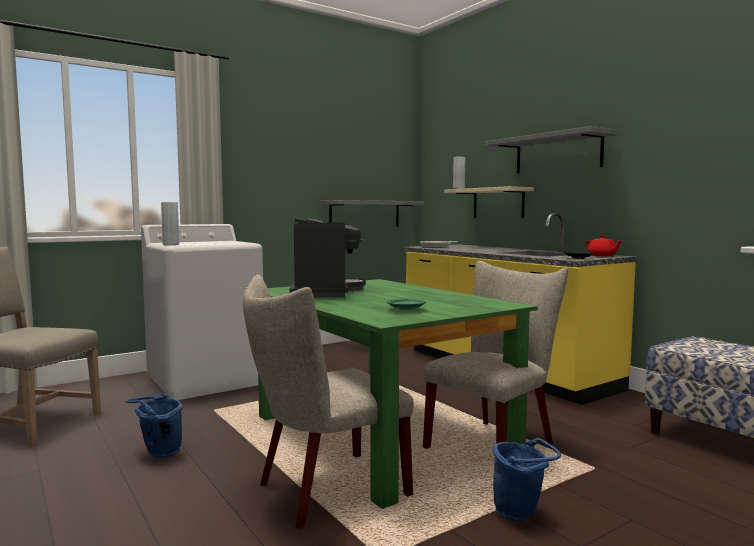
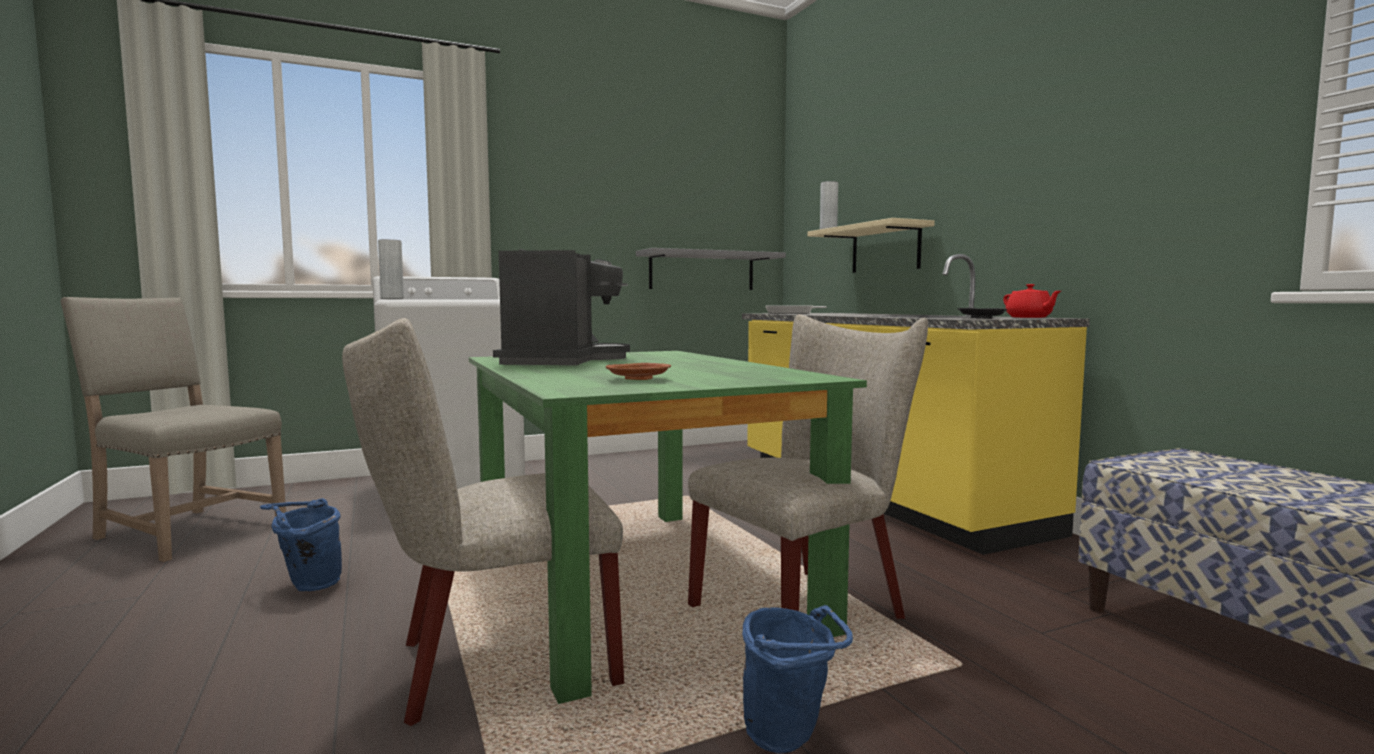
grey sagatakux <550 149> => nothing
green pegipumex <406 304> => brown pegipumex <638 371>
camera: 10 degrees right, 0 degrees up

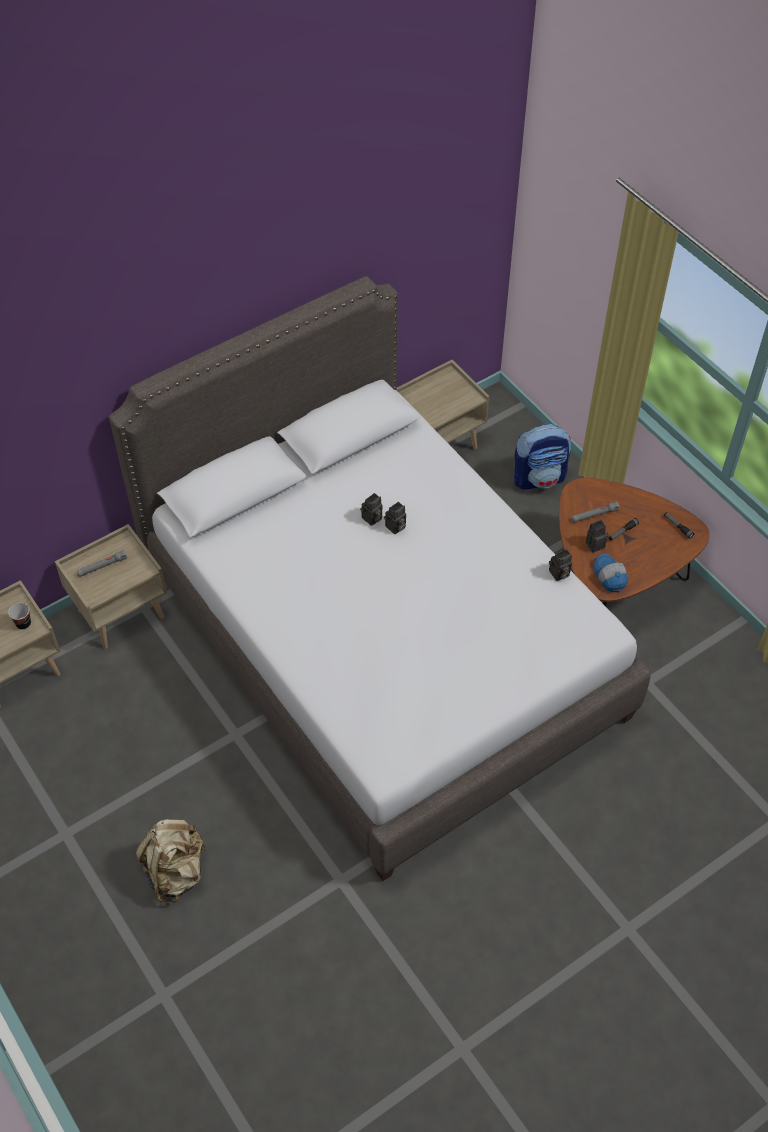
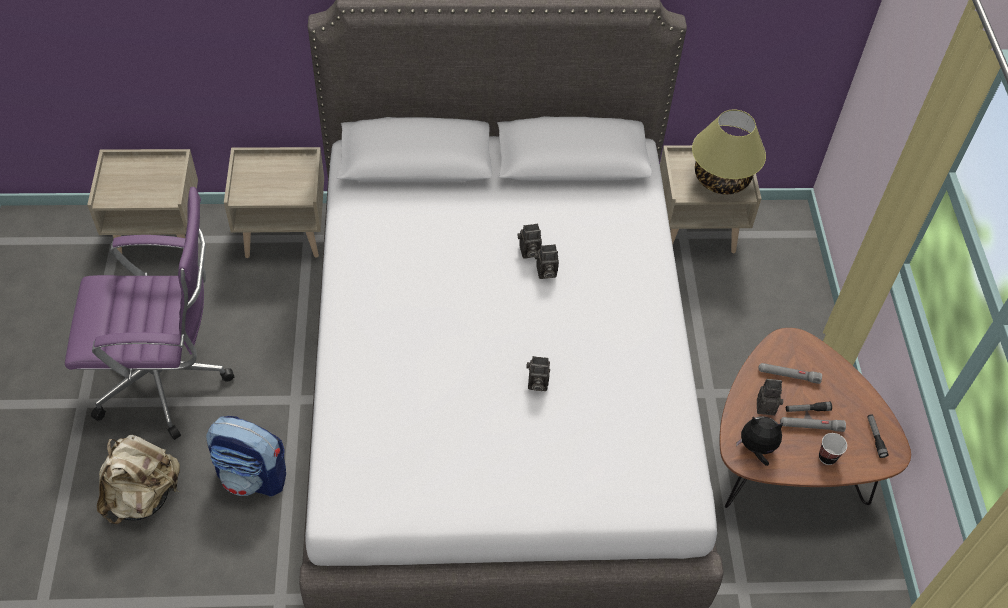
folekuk <542 457> => folekuk <246 456>, moved
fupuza <560 565> => fupuza <538 374>, moved
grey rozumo <101 563> => grey rozumo <813 424>, moved
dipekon <610 573> => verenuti <759 441>
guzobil <19 616> => guzobil <833 449>, moved
nothing => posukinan <729 151>
nothing => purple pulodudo <149 313>
camera: 30 degrees right, 0 degrees up

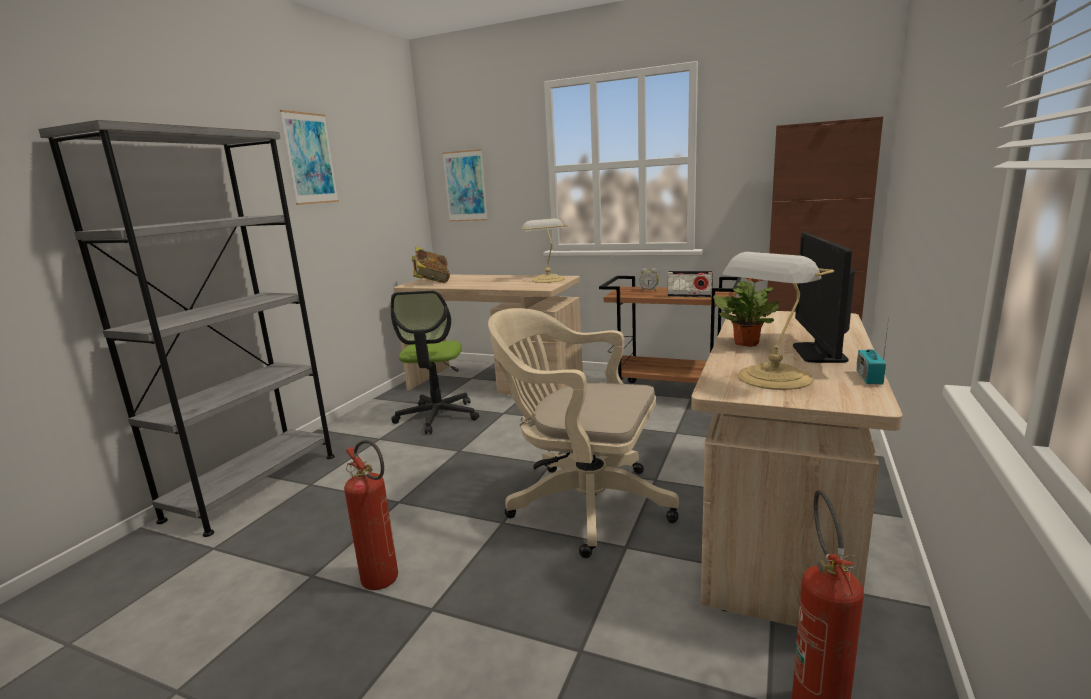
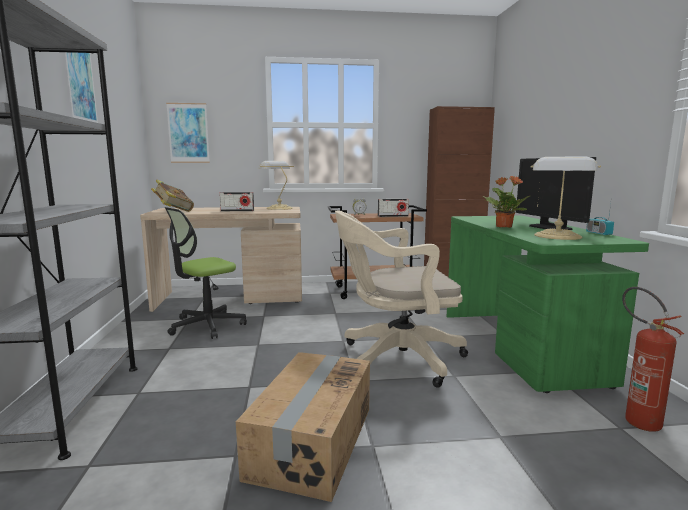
pulodudo <435 362> => pulodudo <206 273>, 75 degrees clockwise
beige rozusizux <796 469> => green rozusizux <548 304>
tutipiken <371 515> => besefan <303 427>
nothing => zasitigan <236 201>
camera: 30 degrees left, 5 degrees down

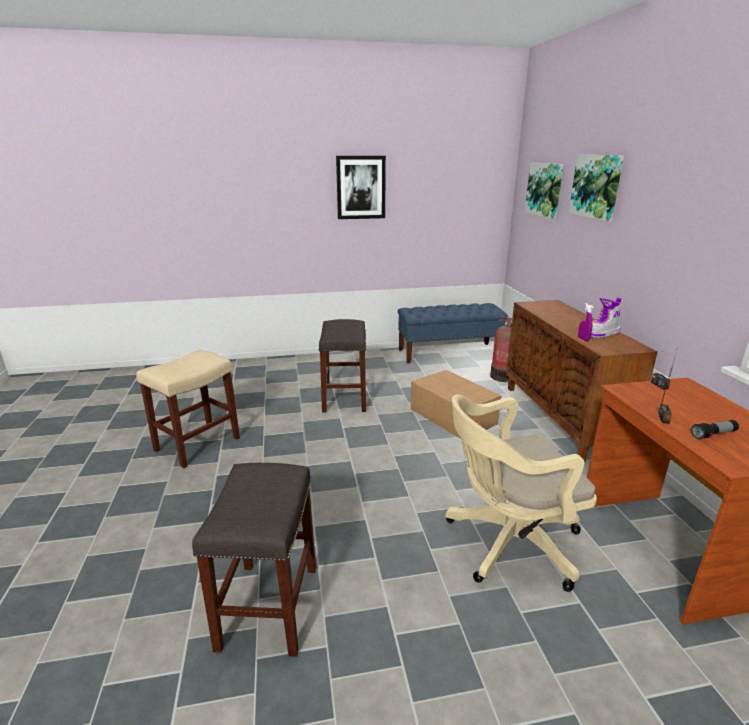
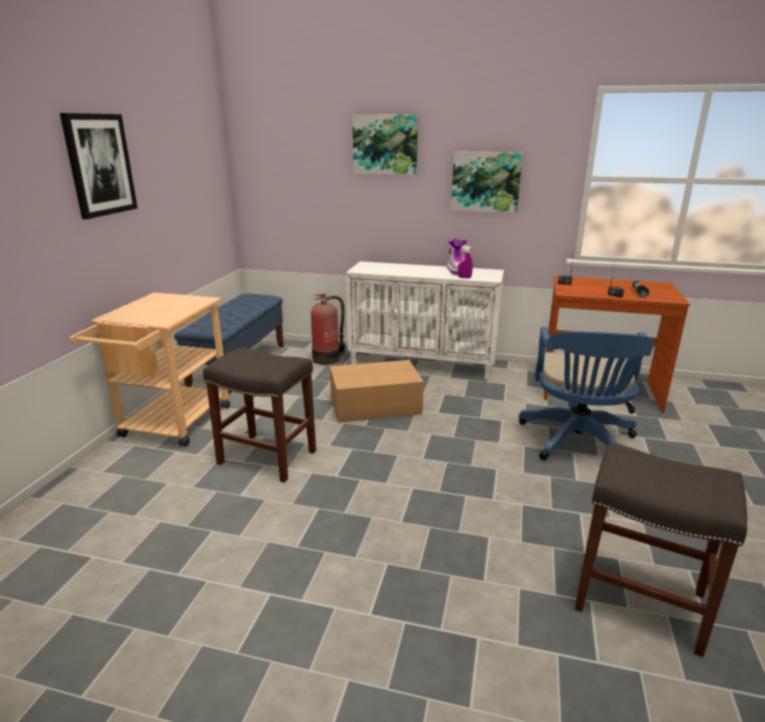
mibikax <544 191> => mibikax <487 182>, moved
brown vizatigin <581 381> => white vizatigin <425 320>
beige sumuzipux <188 409> => nothing
beige pulodudo <521 493> => blue pulodudo <587 393>
nothing => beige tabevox <150 370>
camera: 65 degrees left, 0 degrees up

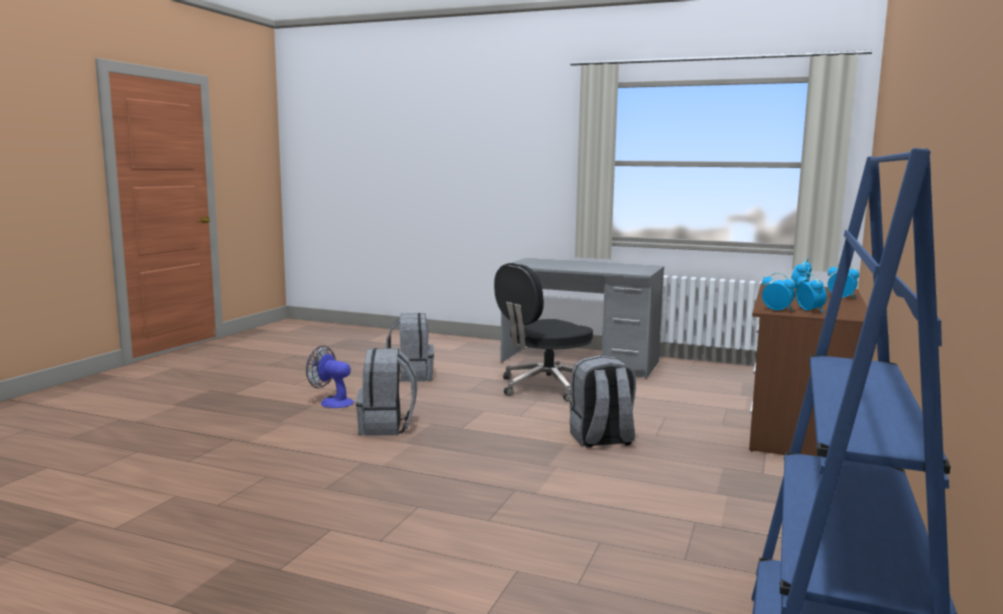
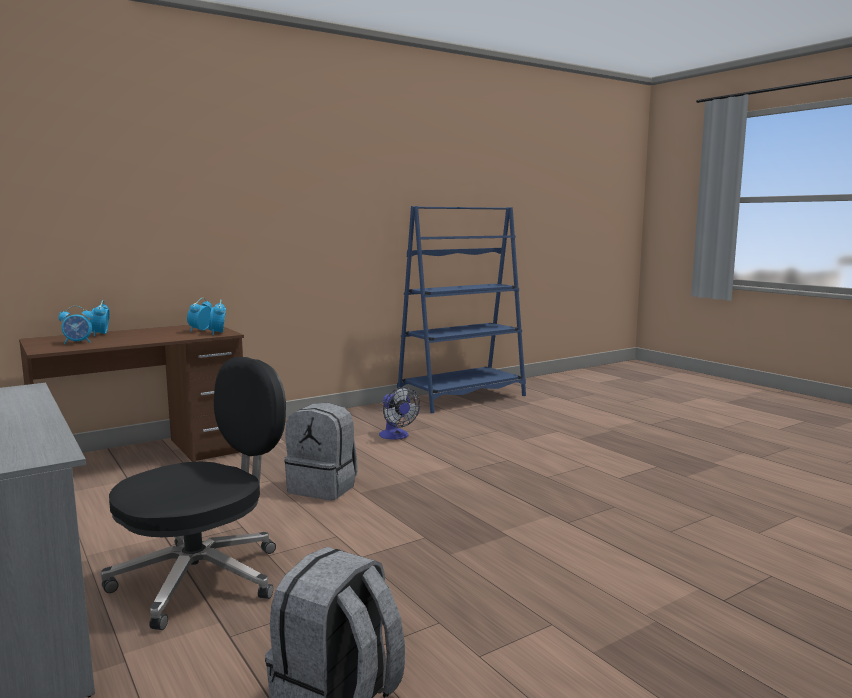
black pulodudo <543 332> => black pulodudo <193 493>, 45 degrees counterclockwise
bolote <330 377> => bolote <399 413>, moved
grey folekuk <387 392> => nothing
camera: 145 degrees left, 0 degrees up

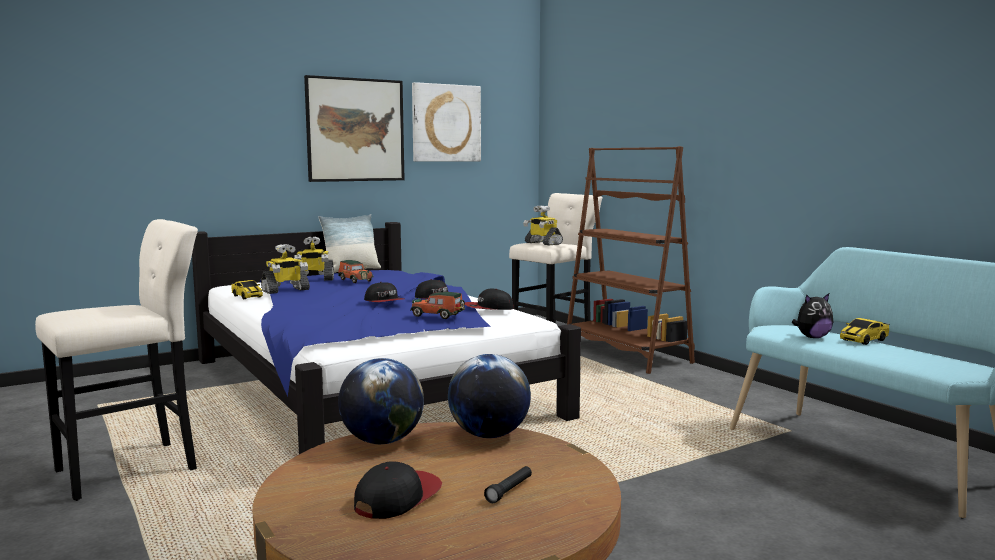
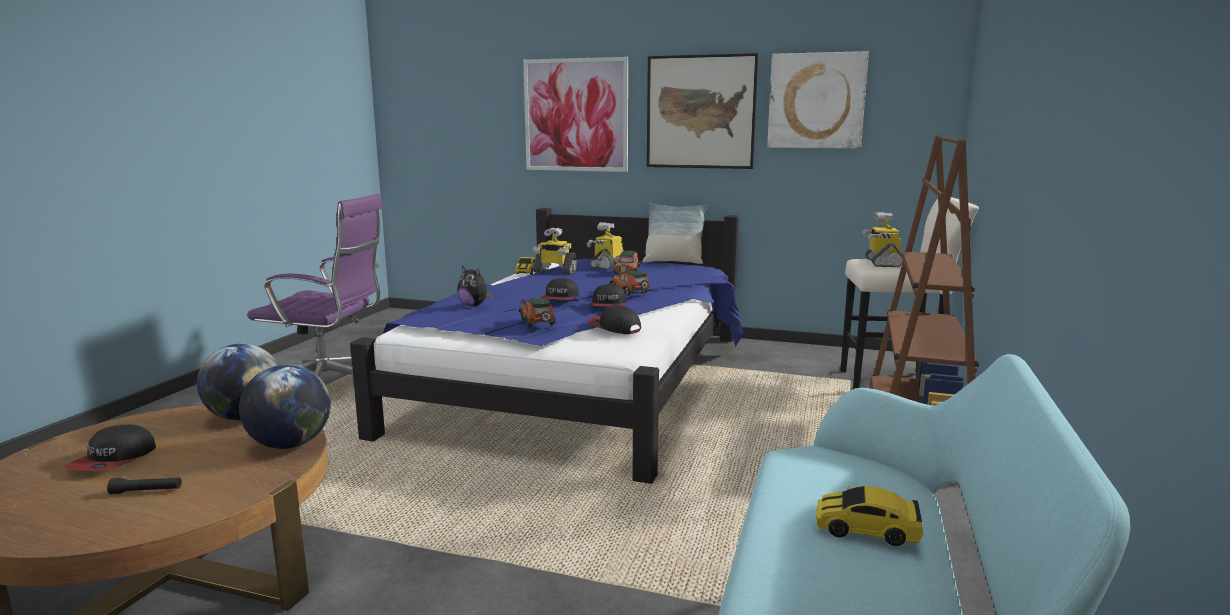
beige sumuzipux <116 360> => purple pulodudo <315 285>
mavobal <314 258> => mavobal <605 245>, 75 degrees clockwise
verenuti <812 316> => verenuti <474 286>, moved
dipekon <398 490> => dipekon <110 448>, 105 degrees clockwise
nothing => mibikax <575 114>
nothing => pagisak <629 283>
camera: 50 degrees right, 5 degrees up

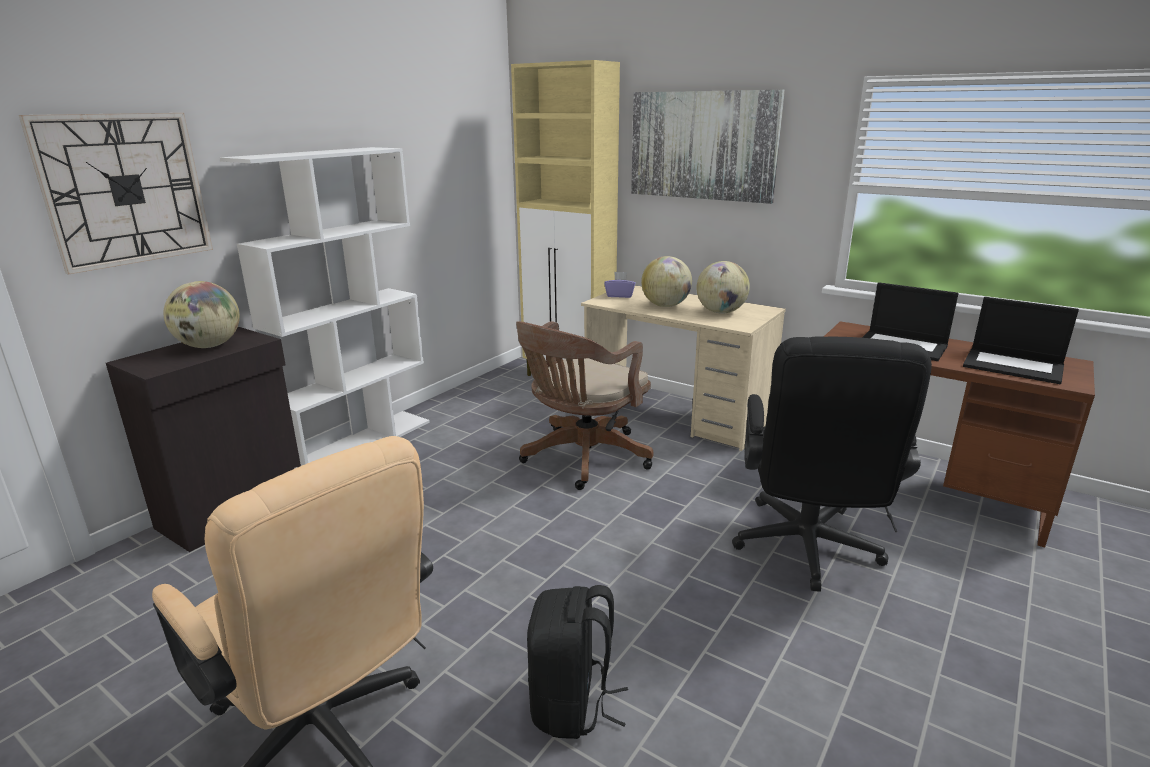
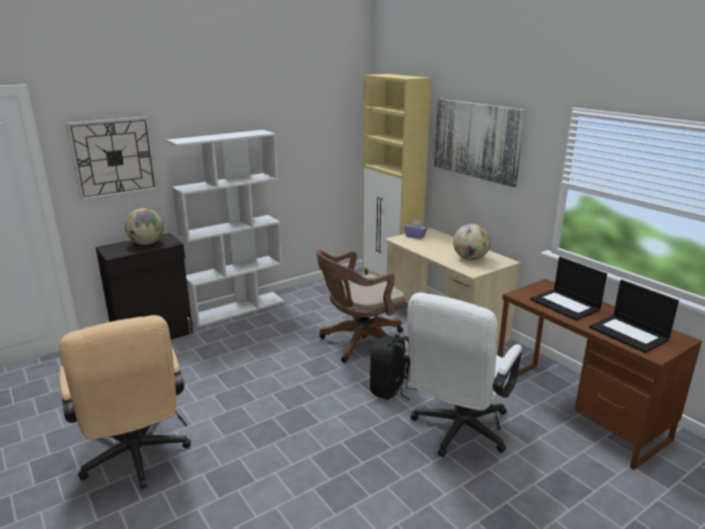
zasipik <666 281> => nothing
black pulodudo <832 464> => white pulodudo <462 374>
black folekuk <577 662> => black folekuk <393 367>, moved
camera: 20 degrees right, 0 degrees up

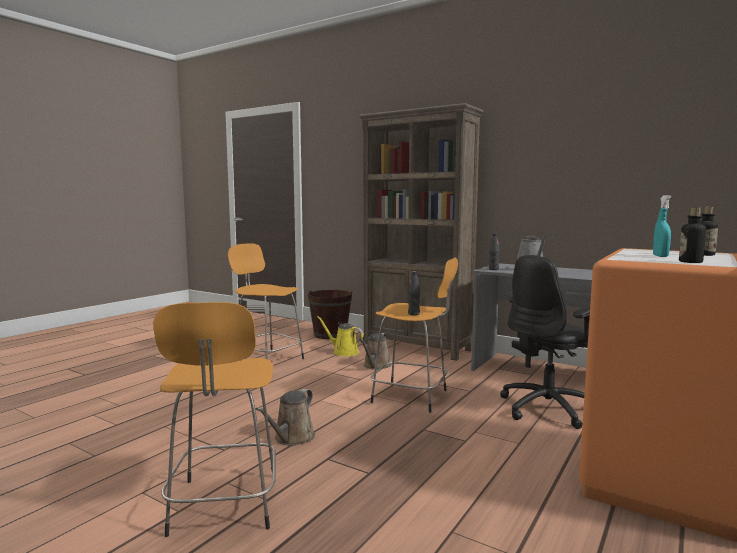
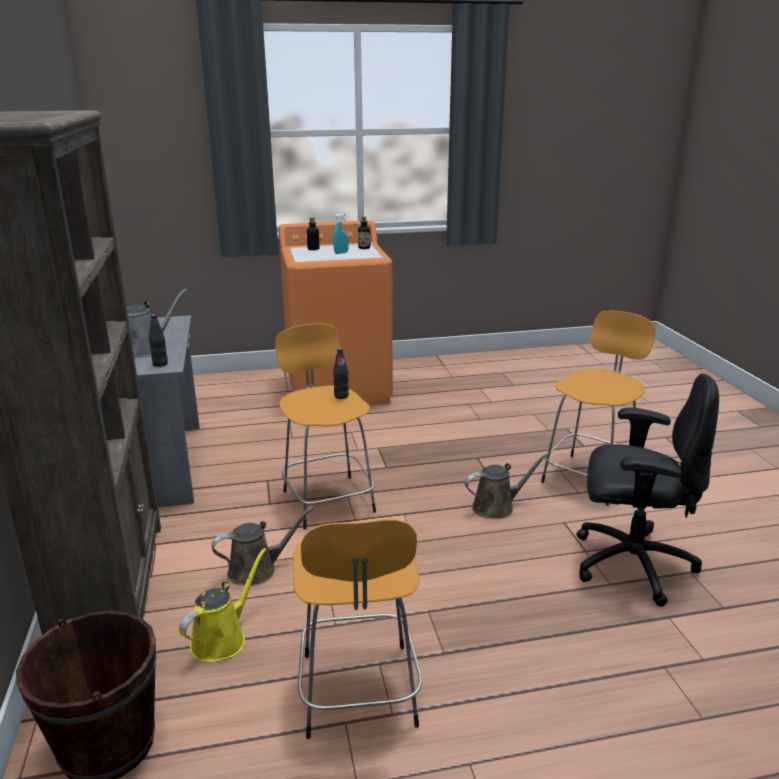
black pulodudo <545 342> => black pulodudo <647 490>, moved
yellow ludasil <340 336> => yellow ludasil <223 605>, 135 degrees counterclockwise
camera: 135 degrees left, 15 degrees up

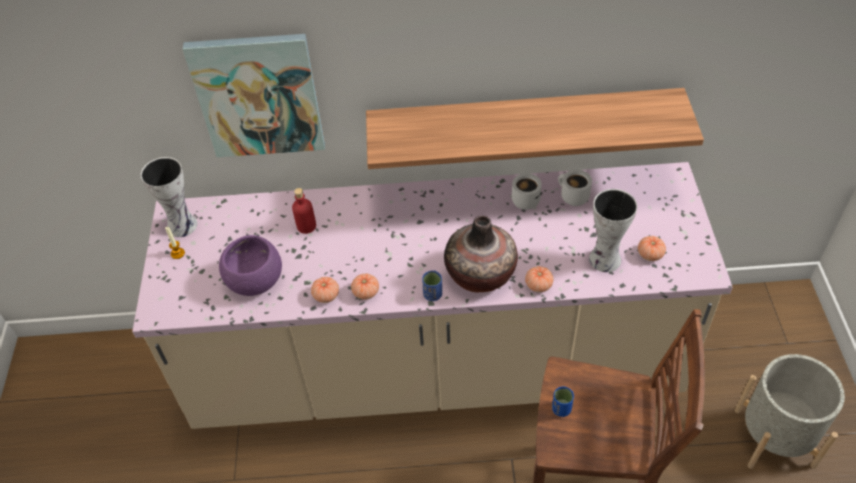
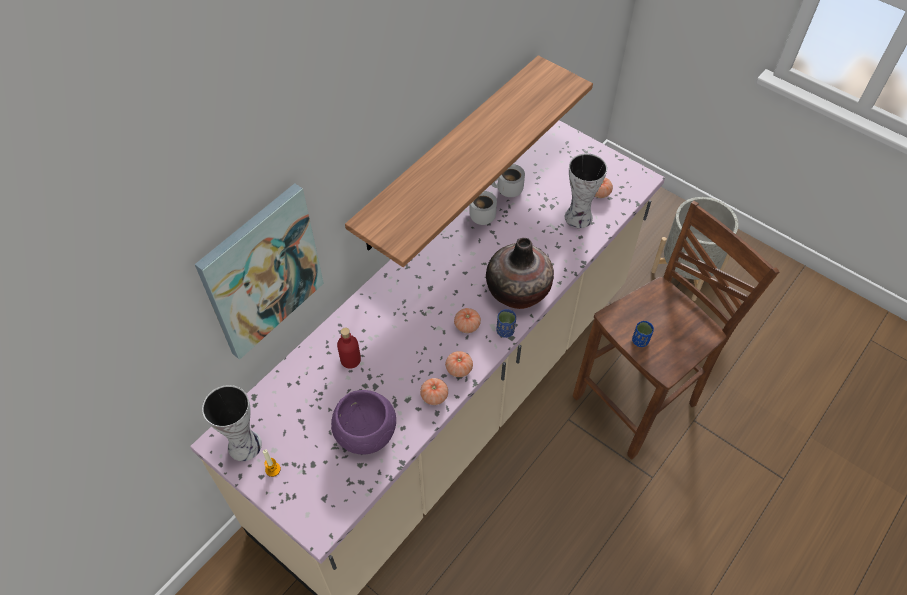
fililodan <539 279> => fililodan <467 320>, moved
camera: 50 degrees left, 5 degrees up

